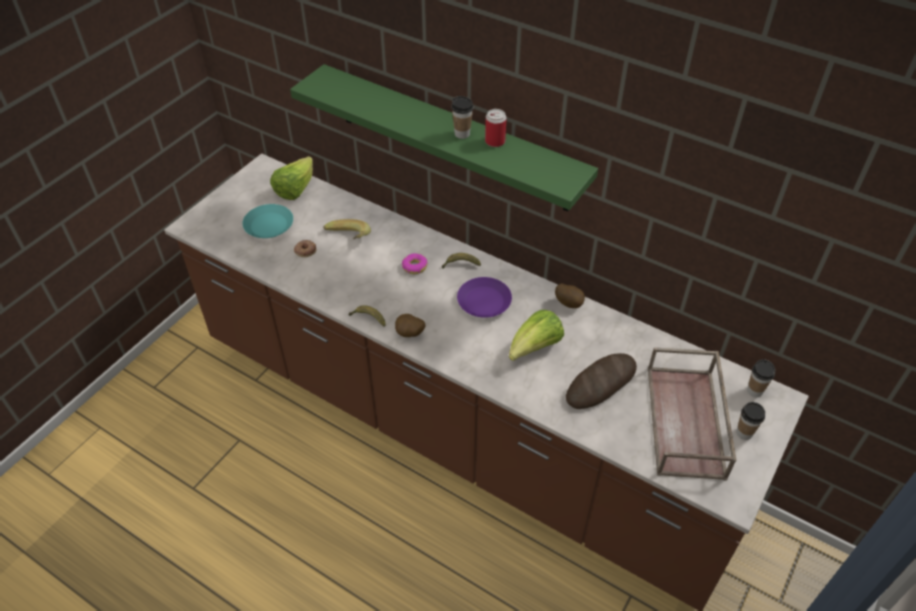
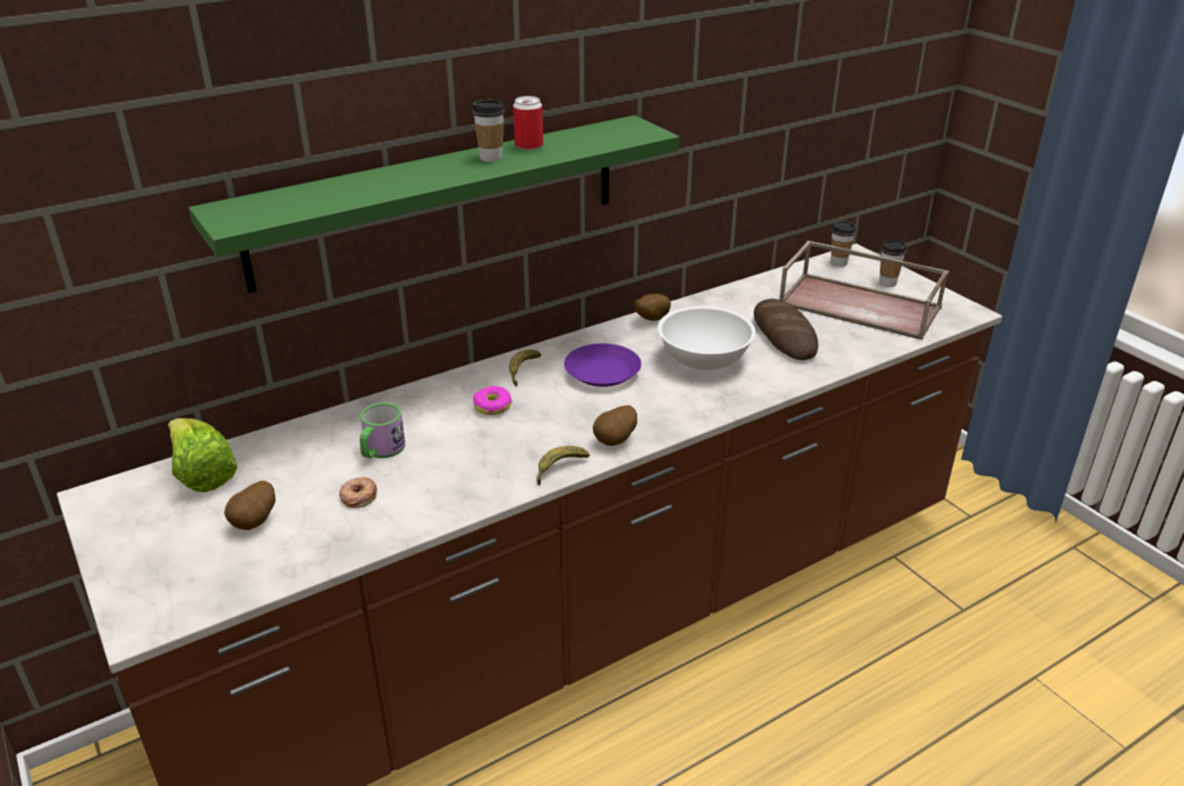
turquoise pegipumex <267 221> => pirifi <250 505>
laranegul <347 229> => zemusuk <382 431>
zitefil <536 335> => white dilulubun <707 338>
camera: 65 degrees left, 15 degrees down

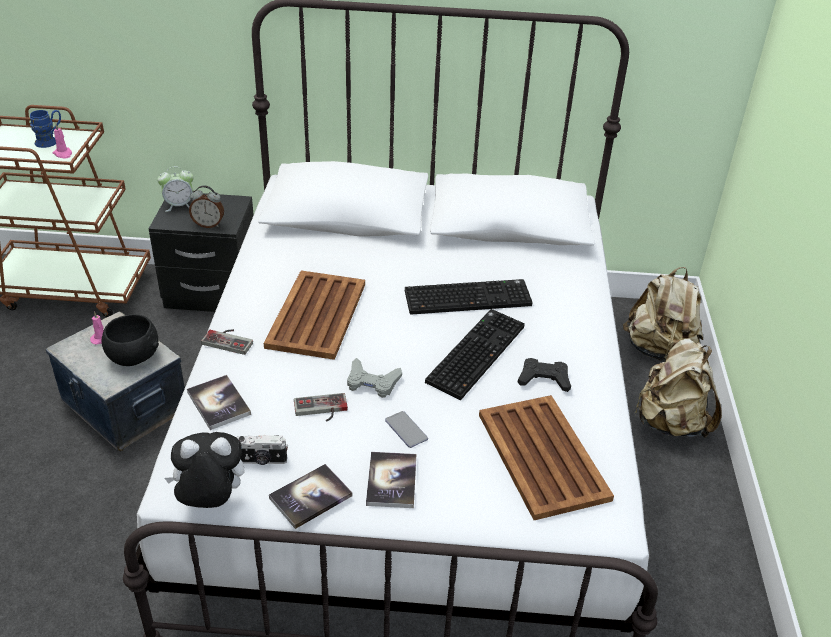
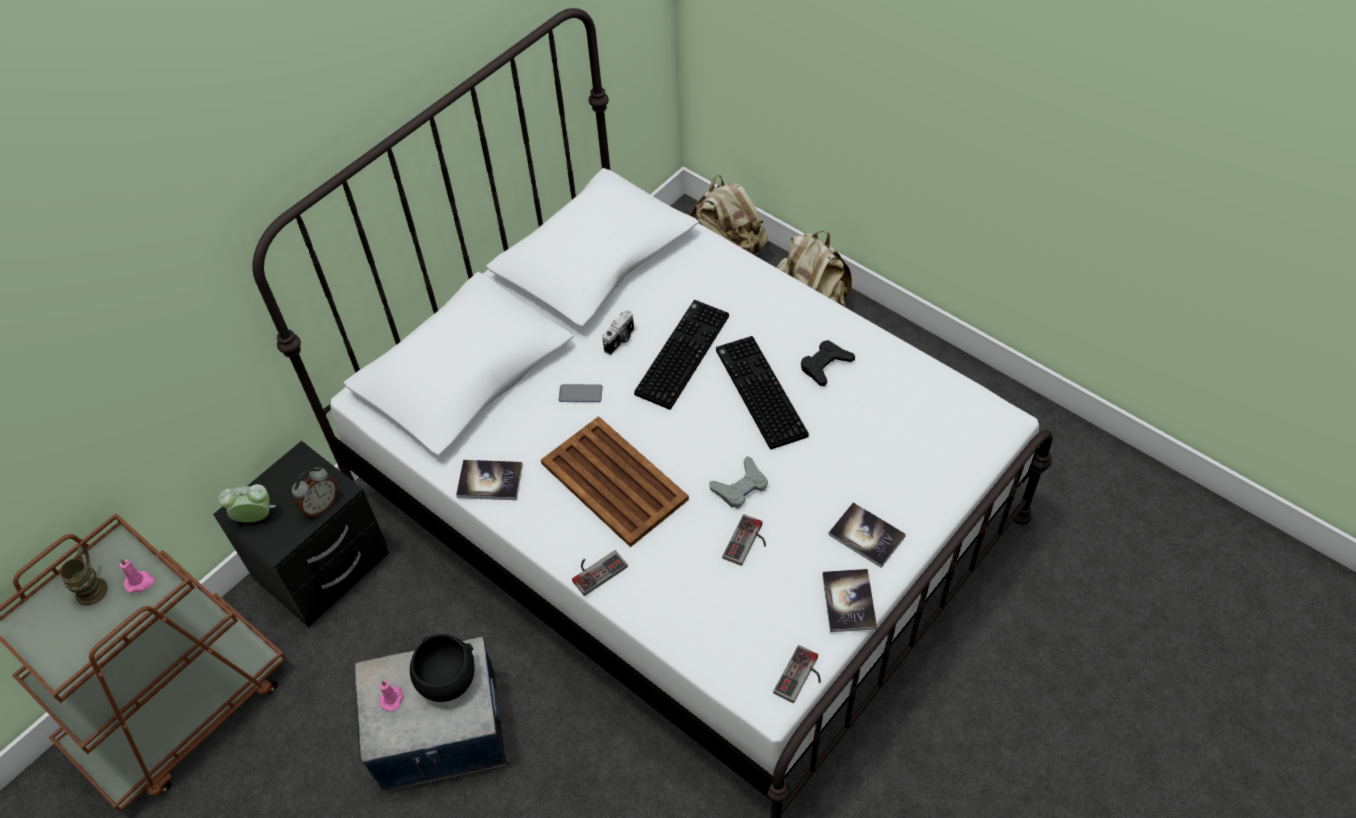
blue zemusuk <45 129> => brown zemusuk <83 576>
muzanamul <175 189> => muzanamul <247 503>, 120 degrees counterclockwise
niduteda <219 402> => niduteda <489 480>, moved
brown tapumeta <546 457> => nothing
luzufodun <406 429> => luzufodun <581 393>, moved
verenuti <204 470> => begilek <797 674>
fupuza <262 450> => fupuza <618 332>, moved
camera: 50 degrees left, 15 degrees up

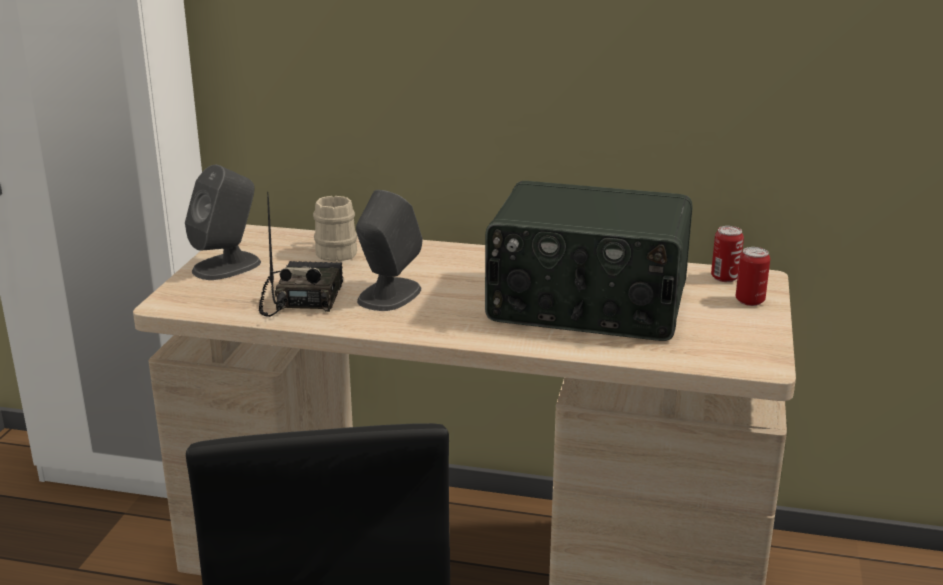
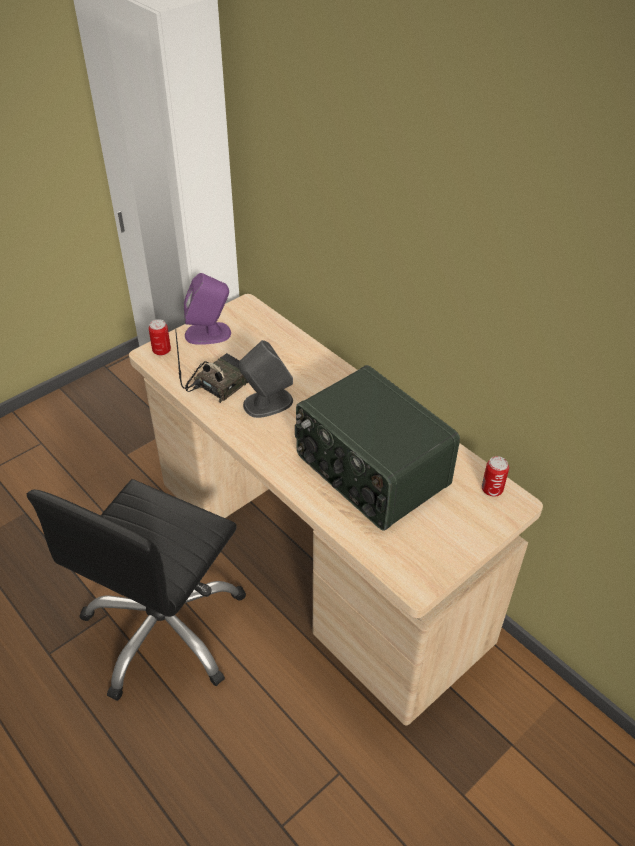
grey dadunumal <223 222> => purple dadunumal <207 309>
beige zemusuk <335 228> => nothing
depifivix <753 276> => depifivix <160 337>, moved
camera: 35 degrees right, 20 degrees up

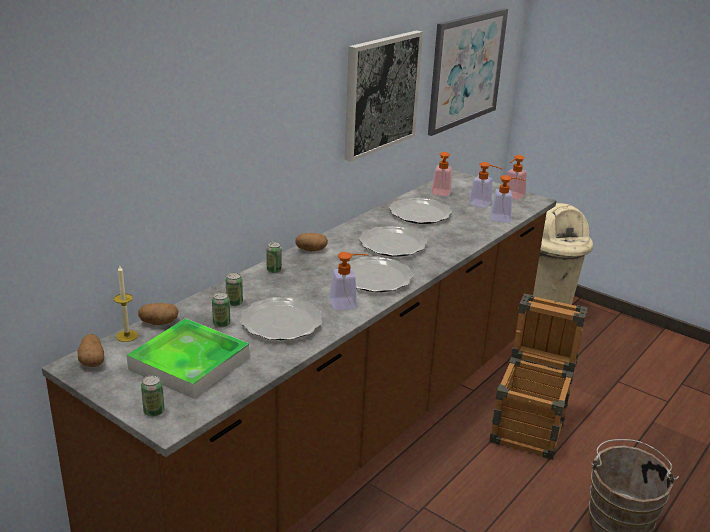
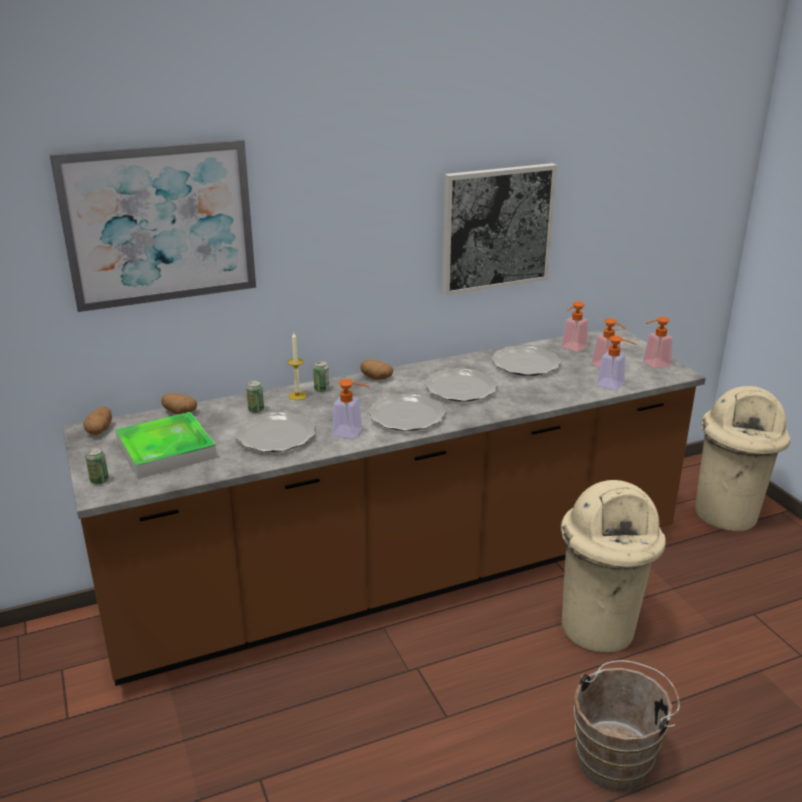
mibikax <468 72> => mibikax <152 225>, moved
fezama <126 304> => fezama <297 366>, moved
depifivix <221 309> => nothing
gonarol <538 376> => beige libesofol <613 566>
camera: 30 degrees right, 0 degrees up

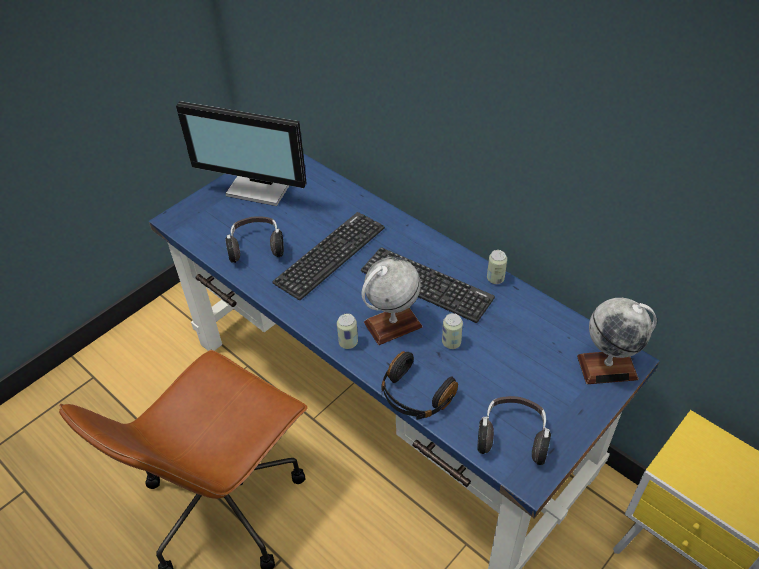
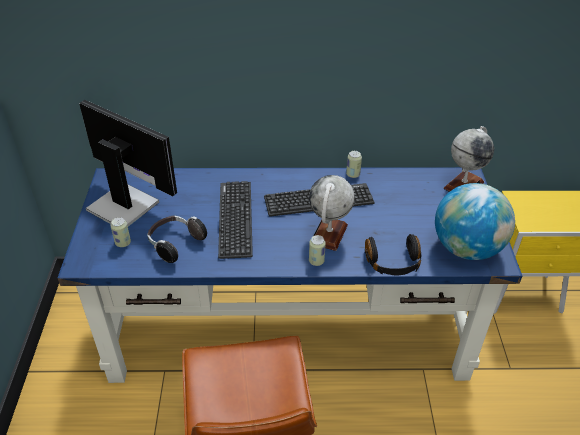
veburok <241 153> => veburok <128 163>, 120 degrees counterclockwise
depifivix <452 331> => depifivix <120 232>, moved
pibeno <514 430> => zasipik <475 221>
camera: 45 degrees left, 5 degrees down

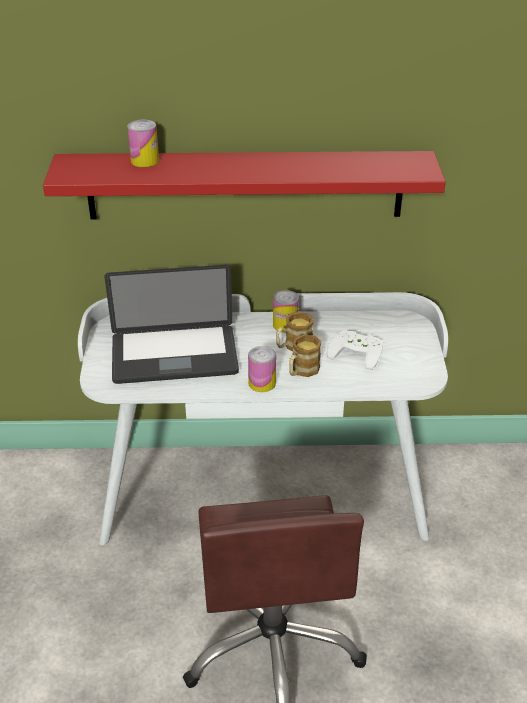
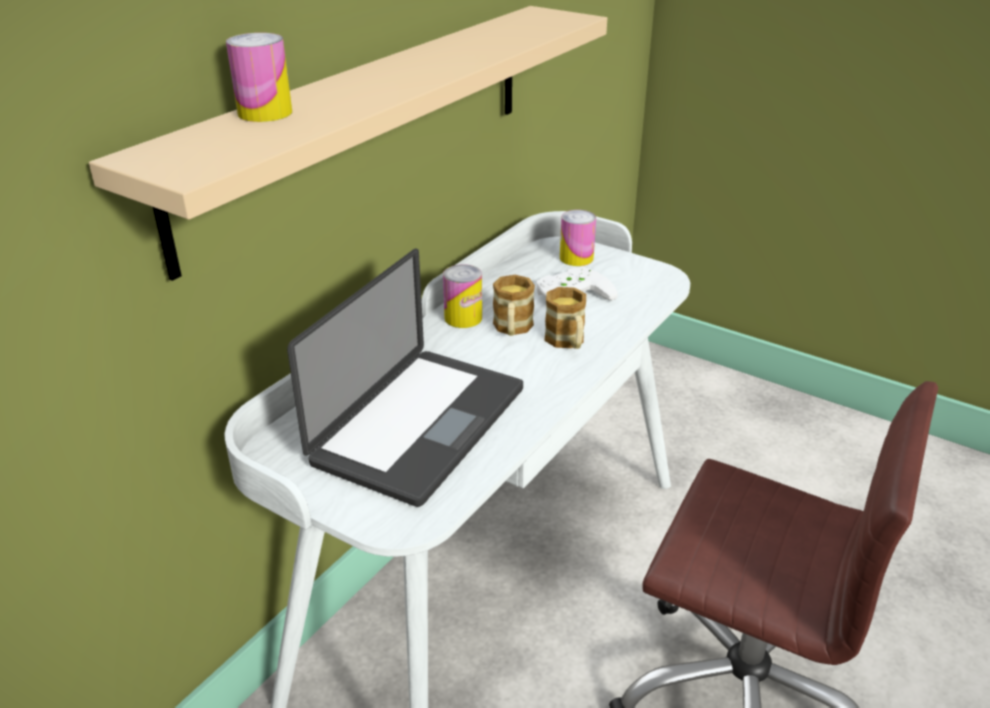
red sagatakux <244 185> => beige sagatakux <348 143>
depifivix <262 369> => depifivix <578 238>, moved
camera: 55 degrees left, 5 degrees down

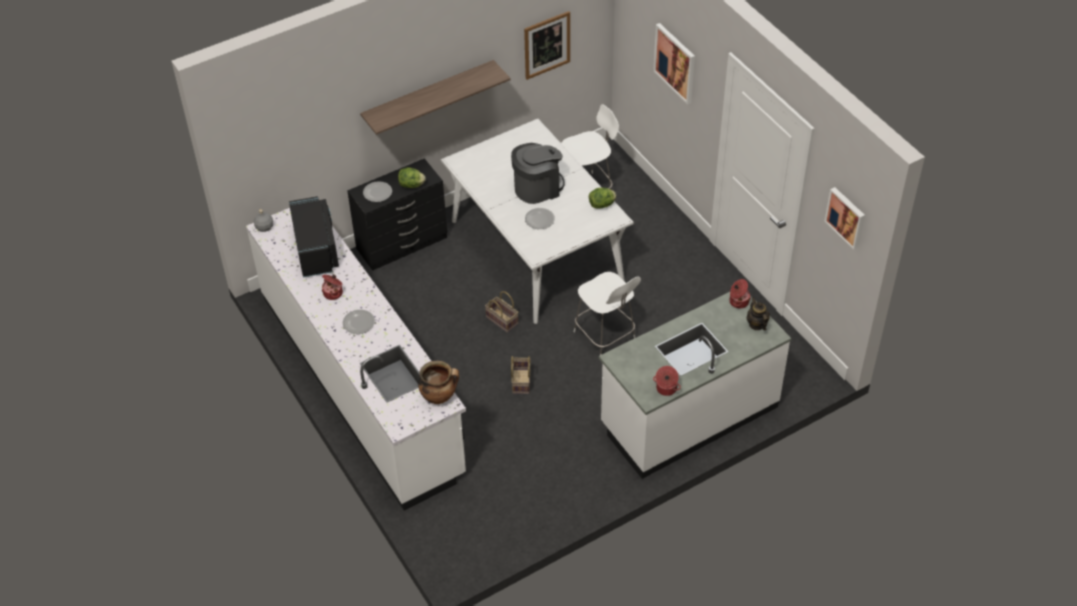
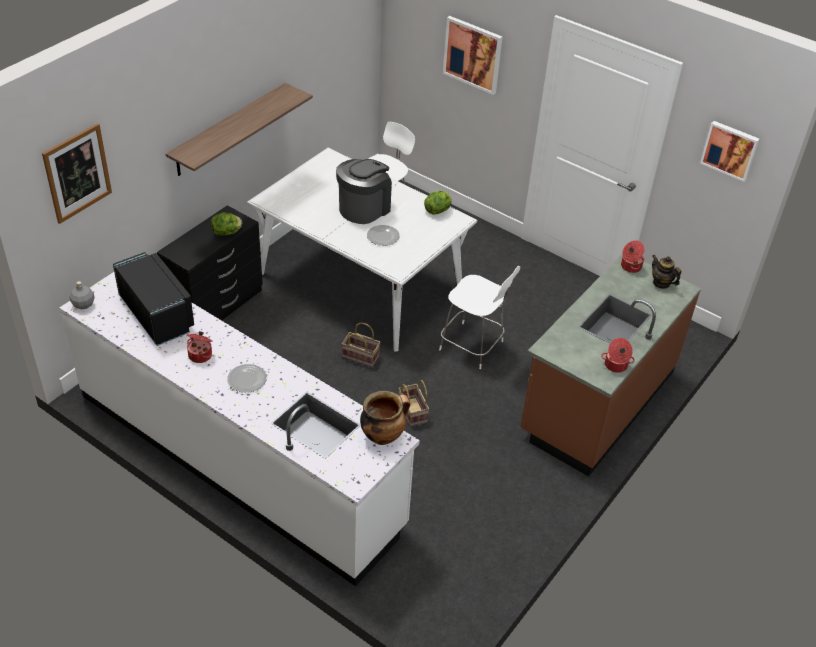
mibikax <547 45> => mibikax <77 173>, moved
pegipumex <377 191> => nothing
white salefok <695 385> => brown salefok <610 365>
camera: 25 degrees left, 5 degrees down

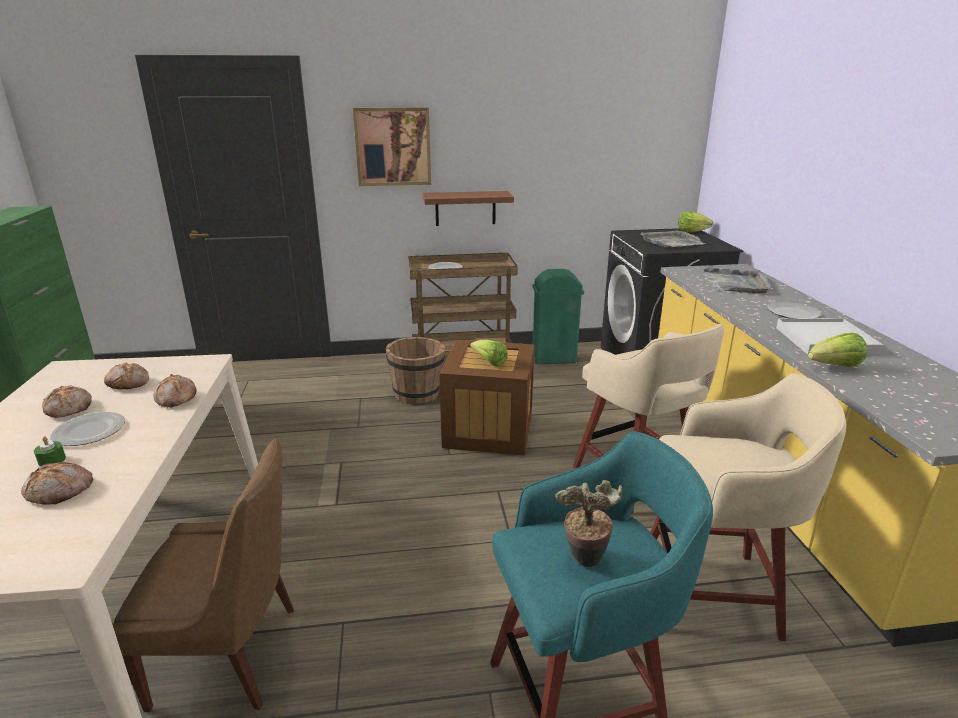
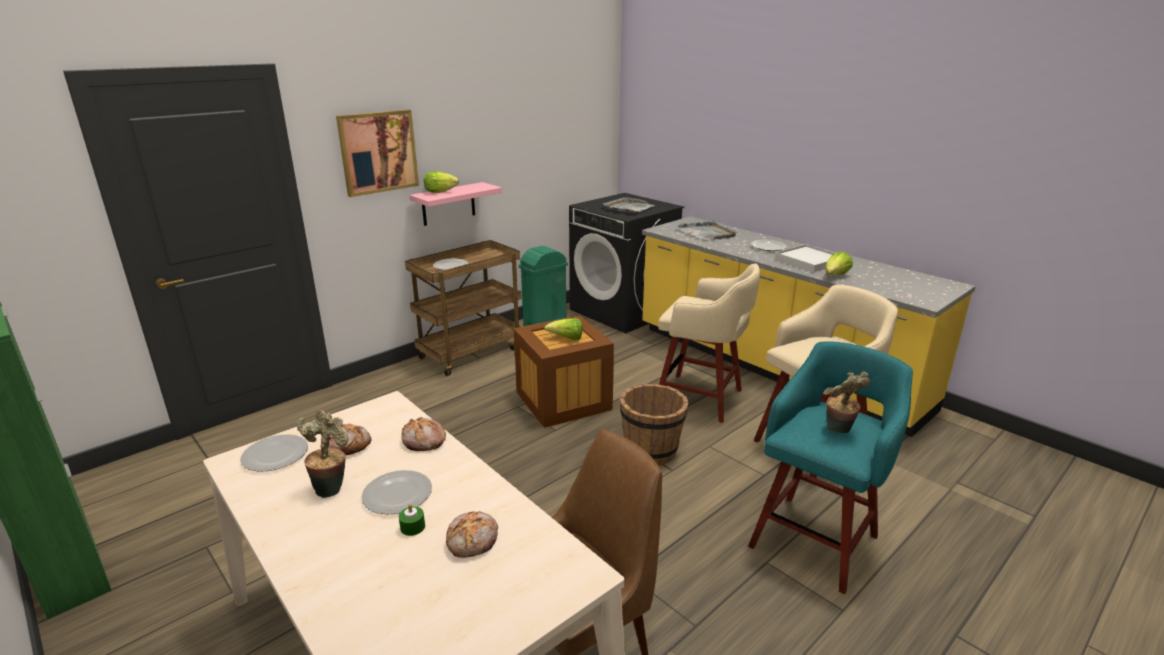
brown sagatakux <468 208> => pink sagatakux <456 204>
zitefil <695 221> => zitefil <441 182>, moved
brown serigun <415 370> => brown serigun <654 424>, moved
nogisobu <66 401> => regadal <323 454>
nothing => pegipumex <274 453>
camera: 35 degrees left, 0 degrees up

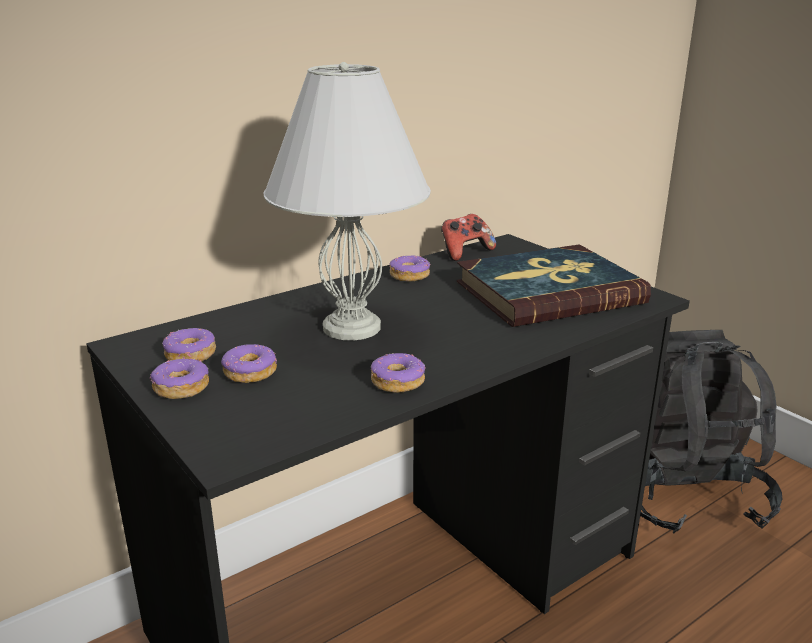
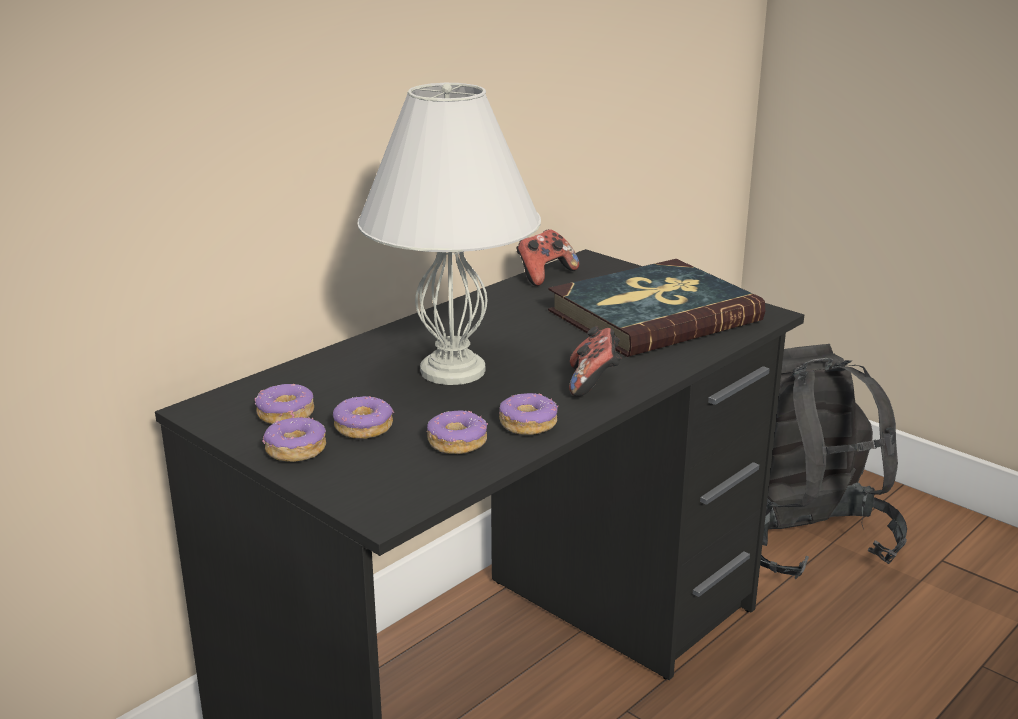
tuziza <410 269> => tuziza <457 432>, moved
nothing => begilek <595 361>
camera: 10 degrees left, 0 degrees up

